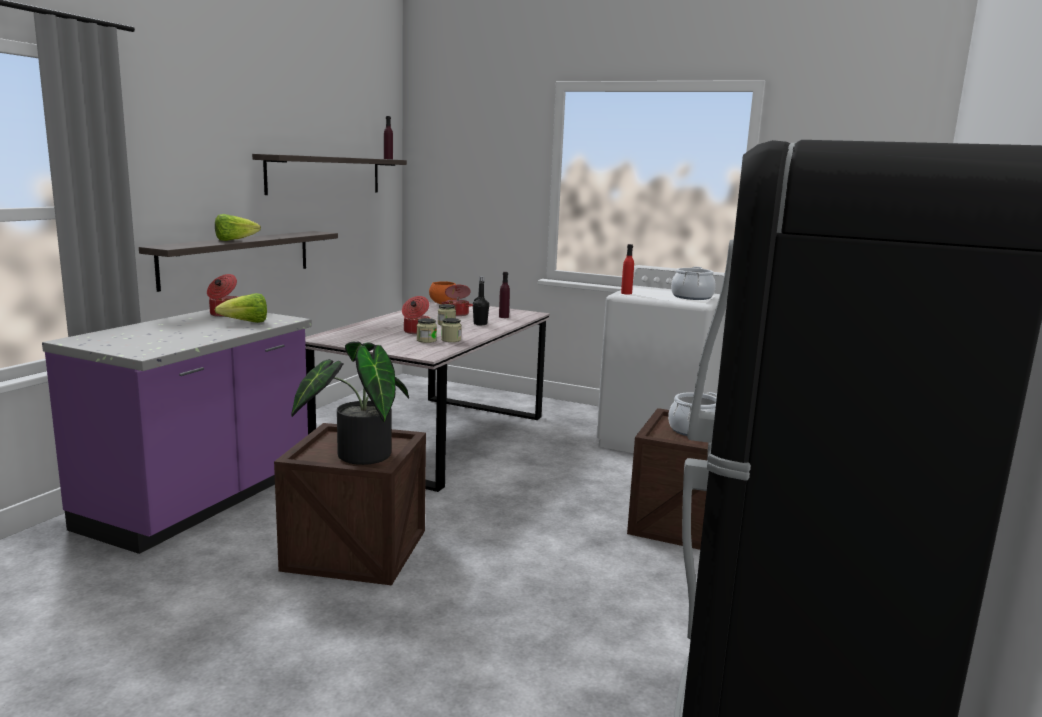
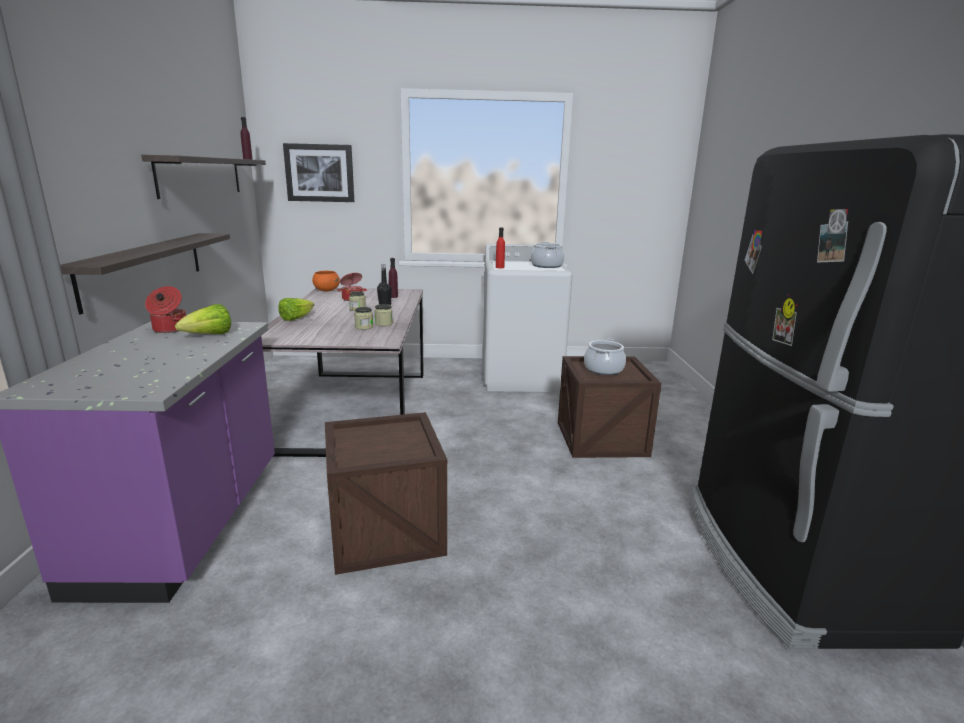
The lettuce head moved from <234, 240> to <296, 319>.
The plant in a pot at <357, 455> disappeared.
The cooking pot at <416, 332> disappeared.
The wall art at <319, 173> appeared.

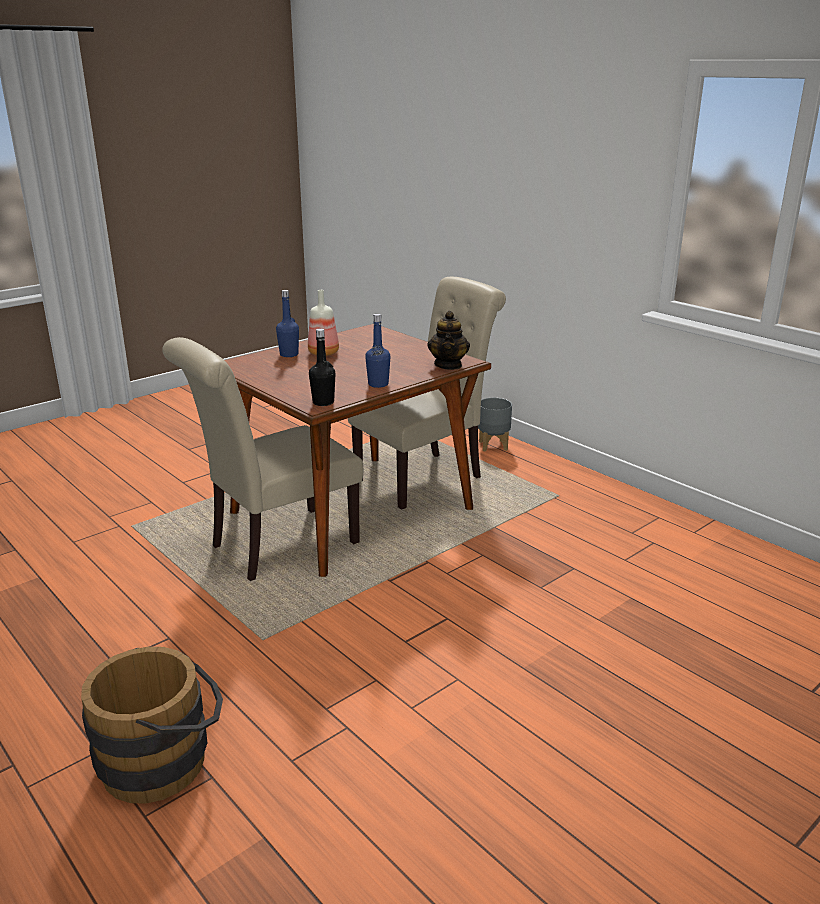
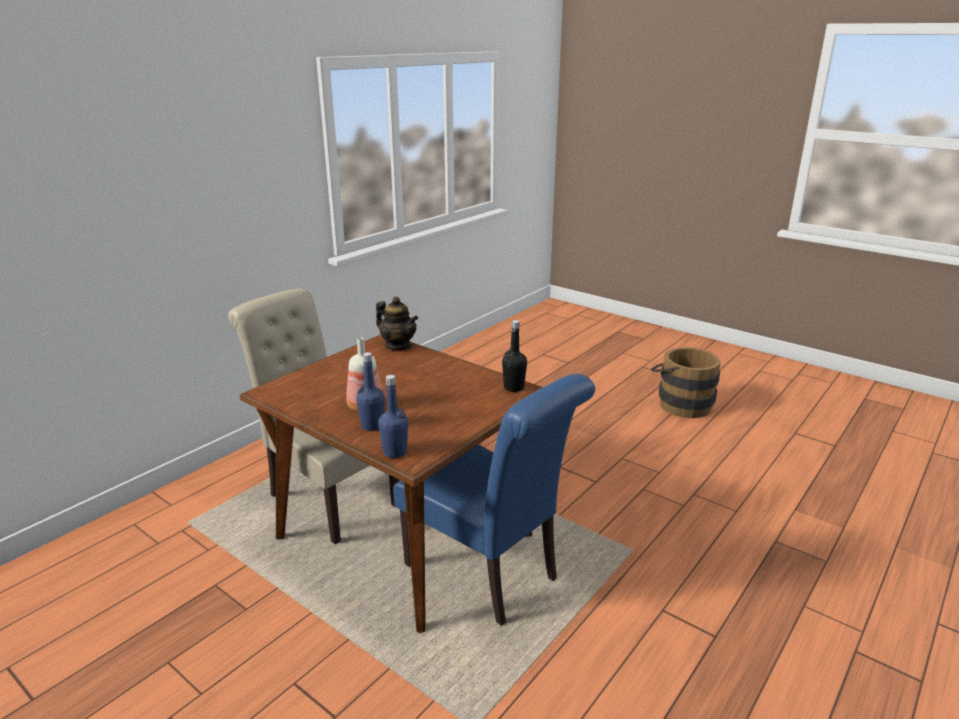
The brown-coloured bucket moved from <165, 759> to <680, 403>.
The sand-coloured plain chair at <276, 547> became the blue-coloured plain chair at <489, 576>.
The blue-coloured bottle moved from <378, 384> to <395, 452>.
The pot for tea at <448, 365> turned 45 degrees clockwise.
The grey plant pot at <493, 445> disappeared.

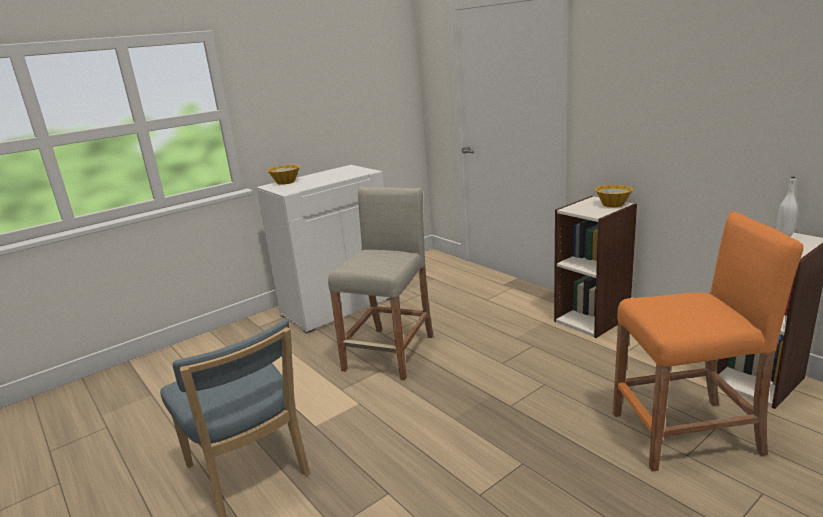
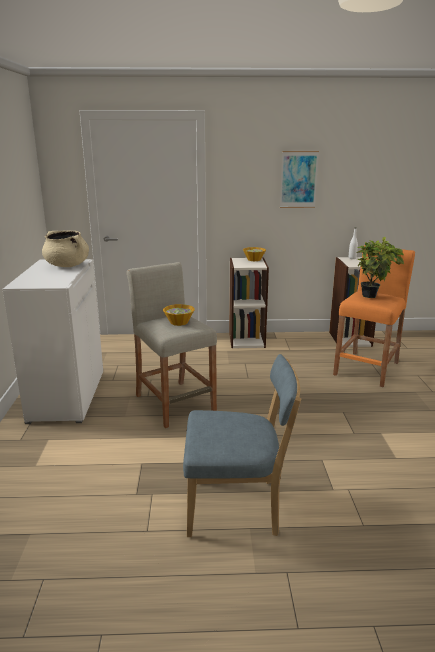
The bowl moved from <286, 182> to <179, 322>.
The sand-coloured cooking pot at <67, 266> appeared.
The wall art at <298, 179> appeared.
The plant in a pot at <373, 297> appeared.

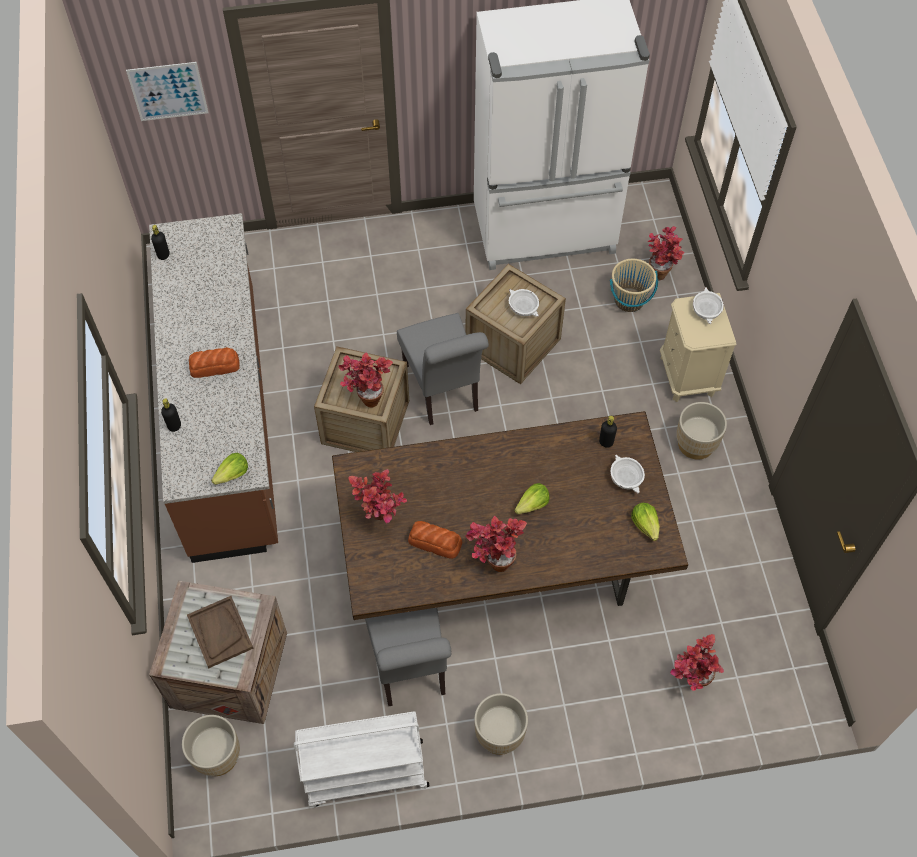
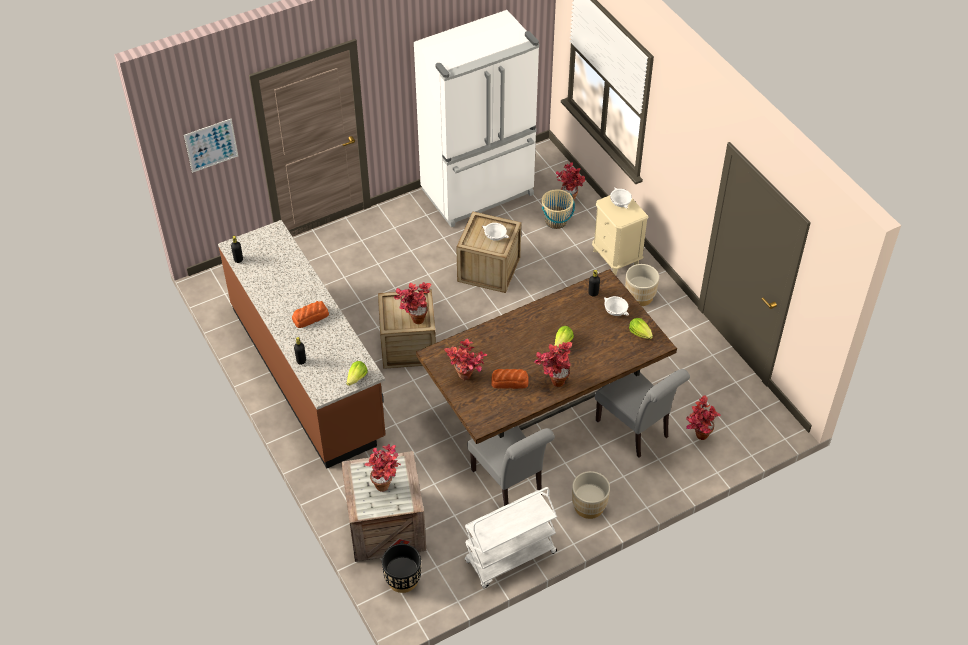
The sand-coloured plant pot at <217, 755> became the black-coloured plant pot at <402, 579>.
The brown-coloured carrying tray at <220, 632> was replaced by the plant in a pot at <386, 483>.
The grey plain chair moved from <443, 392> to <636, 431>.

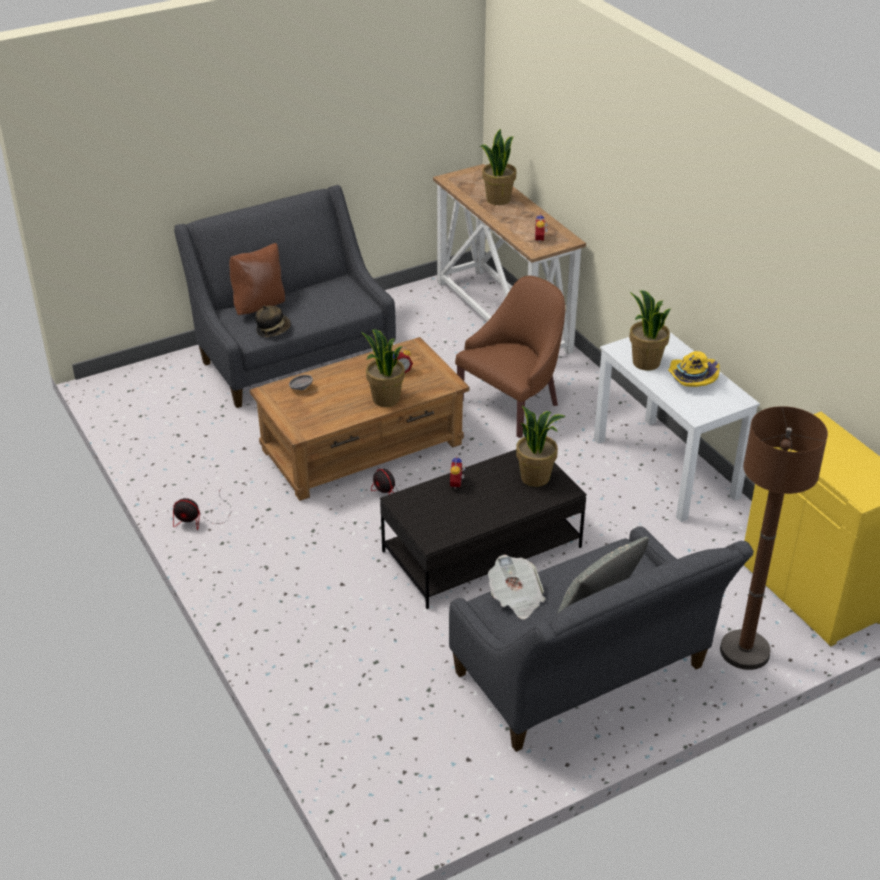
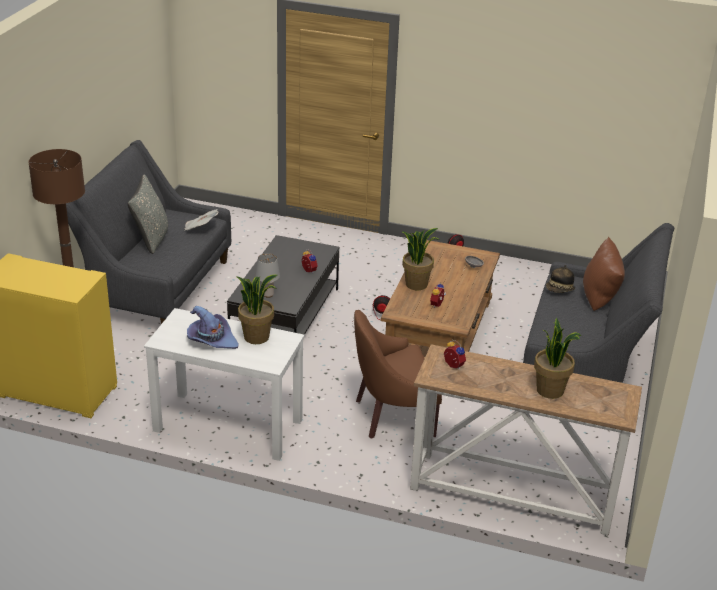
The brown-coloured armchair at <512, 404> turned 75 degrees clockwise.
The plant in a pot at <535, 477> was replaced by the grey table lamp at <268, 295>.
The yellow-coloured clothing hat at <690, 379> became the purplish clothing hat at <211, 340>.

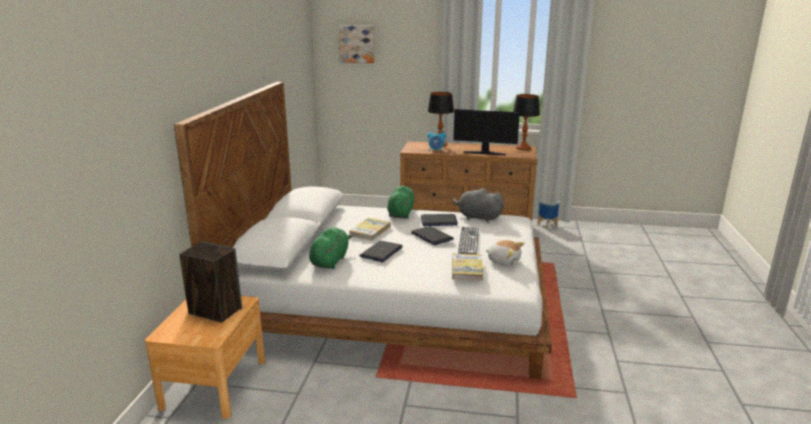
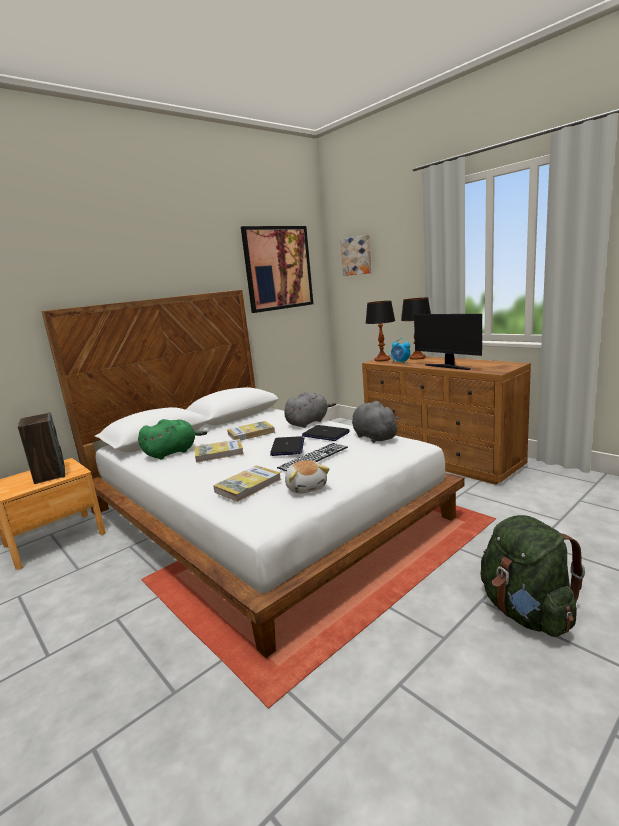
The laptop at <381, 252> was replaced by the book at <219, 453>.
The greenish cuddly toy at <401, 213> became the grey cuddly toy at <308, 422>.
The table lamp moved from <523, 148> to <382, 360>.
The plant pot at <547, 225> disappeared.
The wall art at <278, 268> appeared.
The greenish rucksack at <526, 612> appeared.

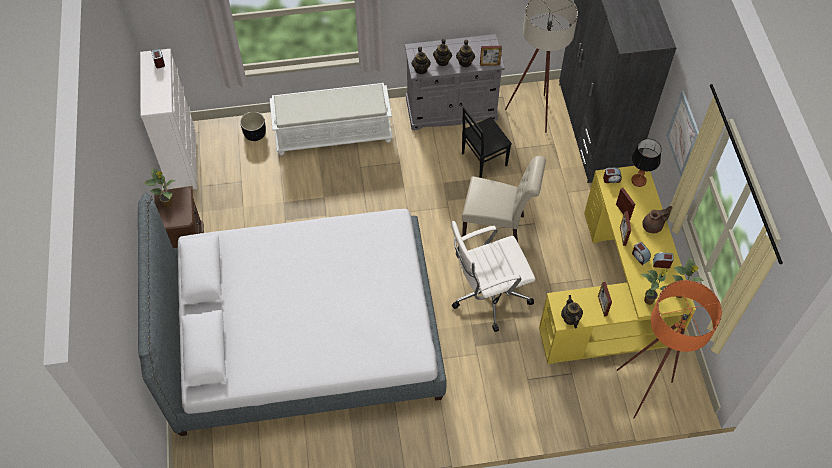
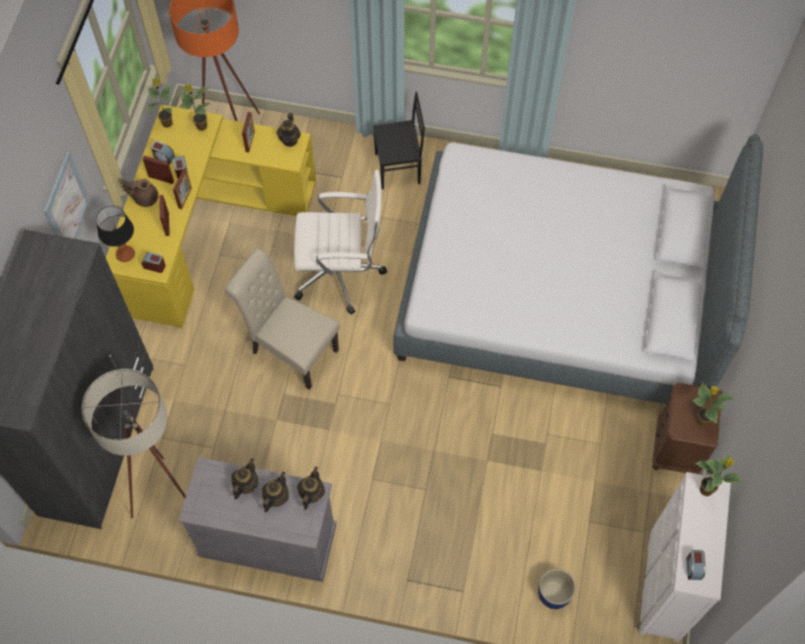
The black-coloured plant pot at <255, 134> became the blue-coloured plant pot at <553, 593>.
The whitish indoor bench at <334, 134> disappeared.
The black-coloured plain chair moved from <483, 159> to <398, 169>.
The standing frame moved from <490, 64> to <161, 179>.
The plant in a pot at <707, 489> appeared.

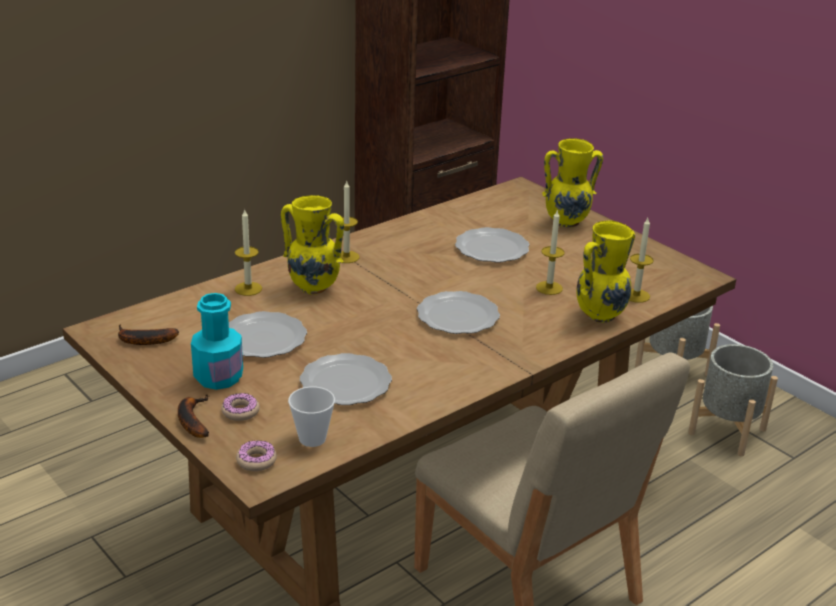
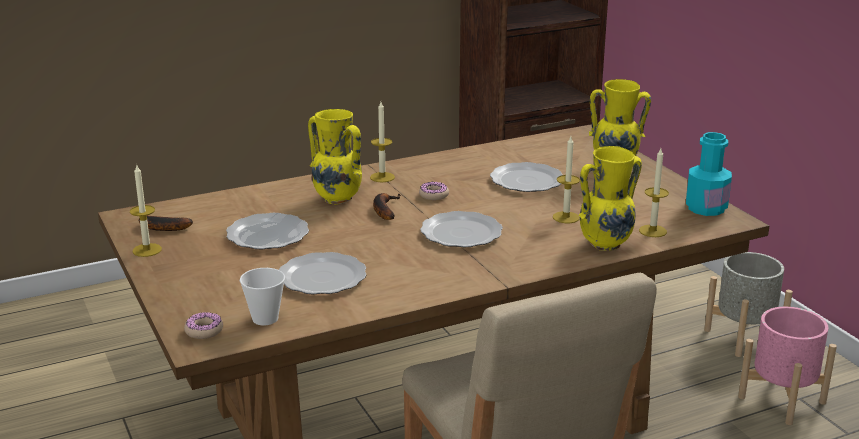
The whole banana moved from <192, 420> to <384, 209>.
The turquoise bottle moved from <218, 377> to <706, 208>.
The donut moved from <240, 411> to <434, 195>.
The candle moved from <248, 289> to <147, 250>.
The grey plant pot at <726, 431> became the pinkish plant pot at <781, 399>.

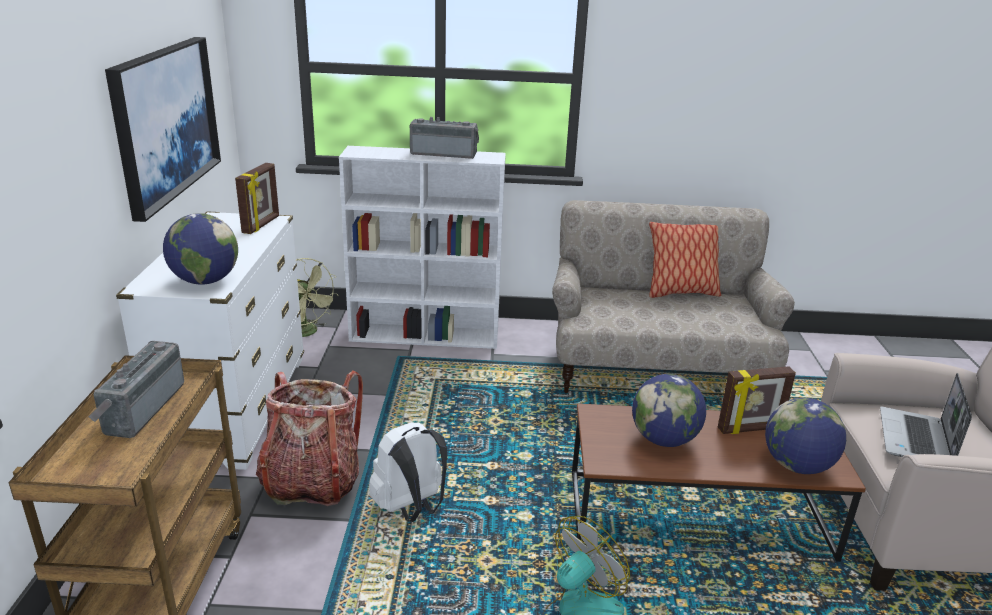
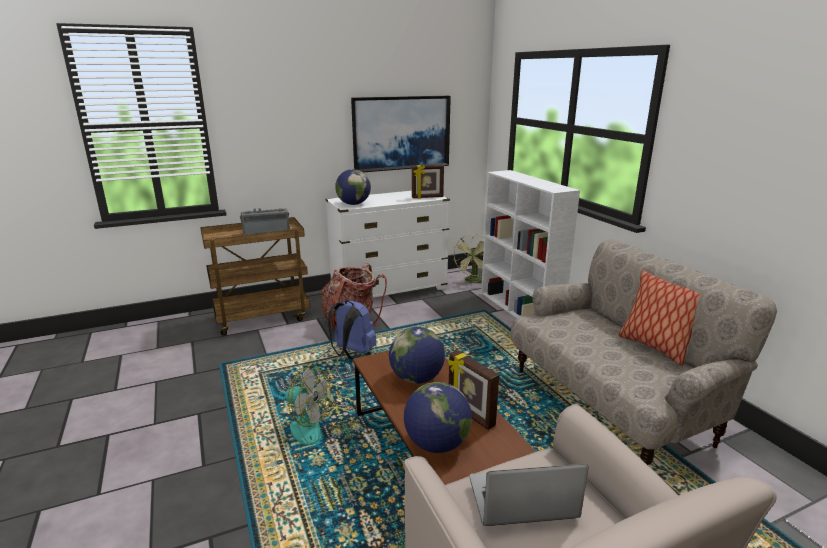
The whitish rucksack at <411, 508> became the blue-coloured rucksack at <352, 353>.
The radio set at <444, 153> disappeared.

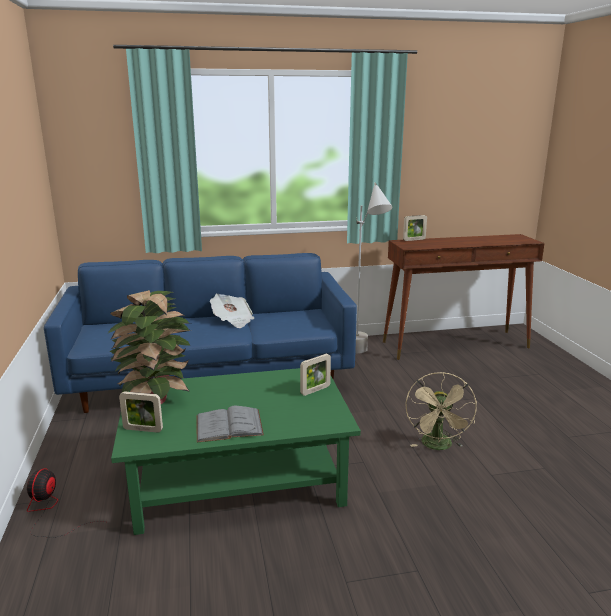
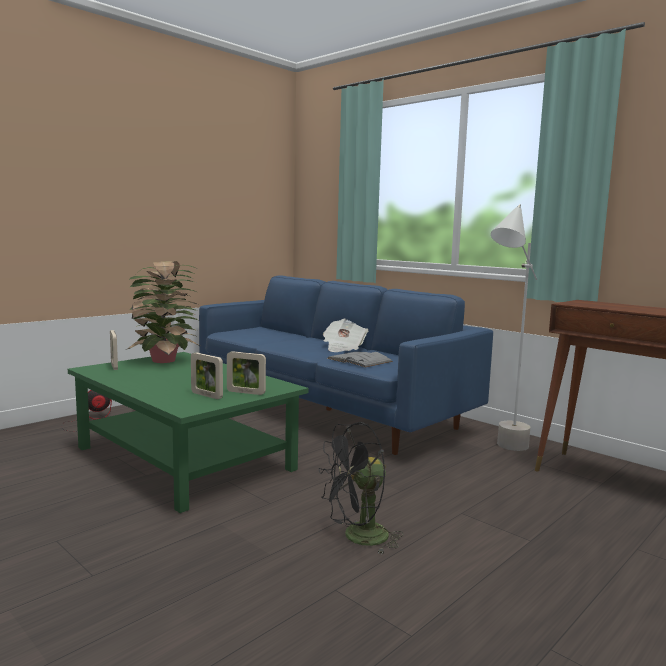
The grey book moved from <229, 425> to <359, 360>.
The standing frame moved from <414, 240> to <206, 395>.
The sand-coloured cooling fan at <438, 446> became the black-coloured cooling fan at <358, 538>.

